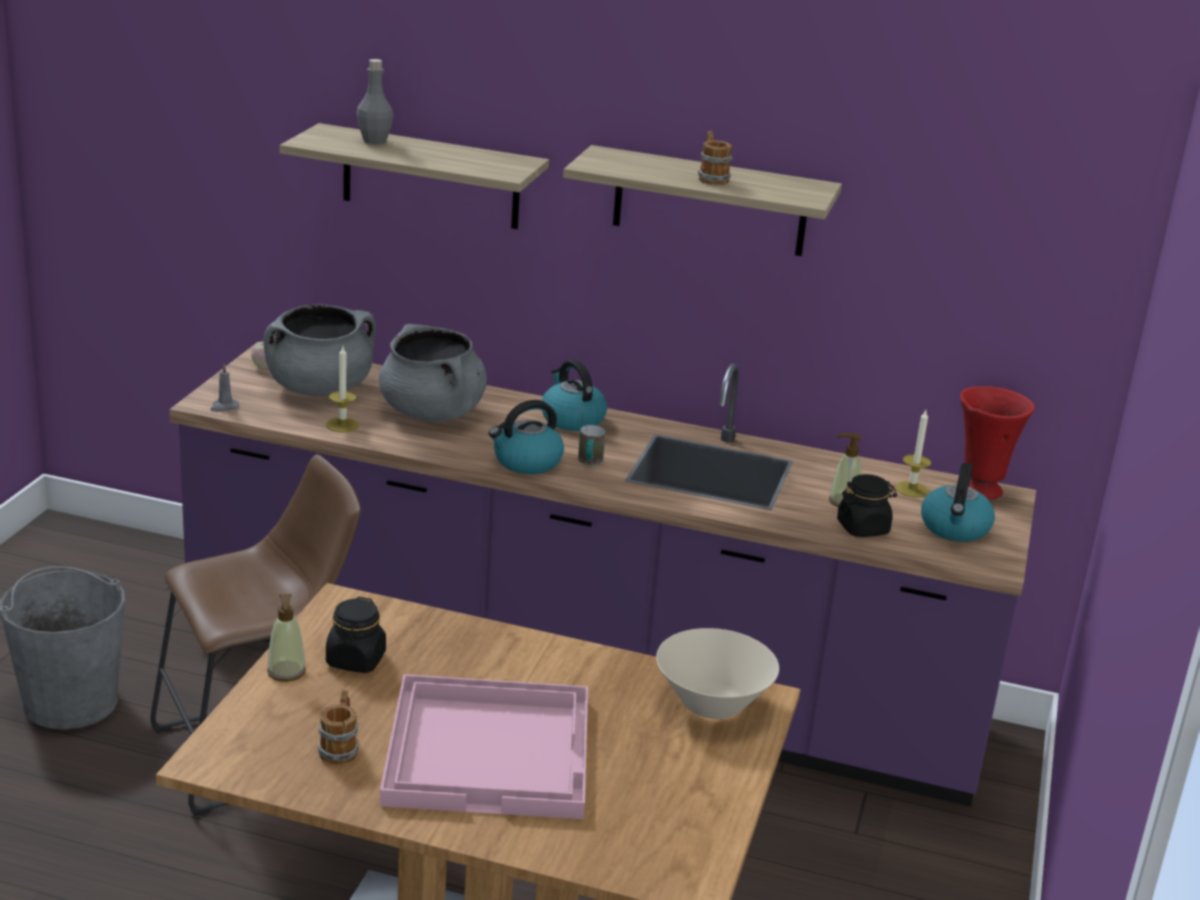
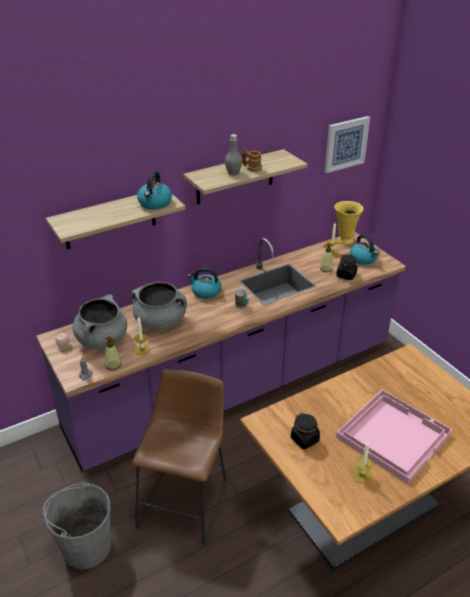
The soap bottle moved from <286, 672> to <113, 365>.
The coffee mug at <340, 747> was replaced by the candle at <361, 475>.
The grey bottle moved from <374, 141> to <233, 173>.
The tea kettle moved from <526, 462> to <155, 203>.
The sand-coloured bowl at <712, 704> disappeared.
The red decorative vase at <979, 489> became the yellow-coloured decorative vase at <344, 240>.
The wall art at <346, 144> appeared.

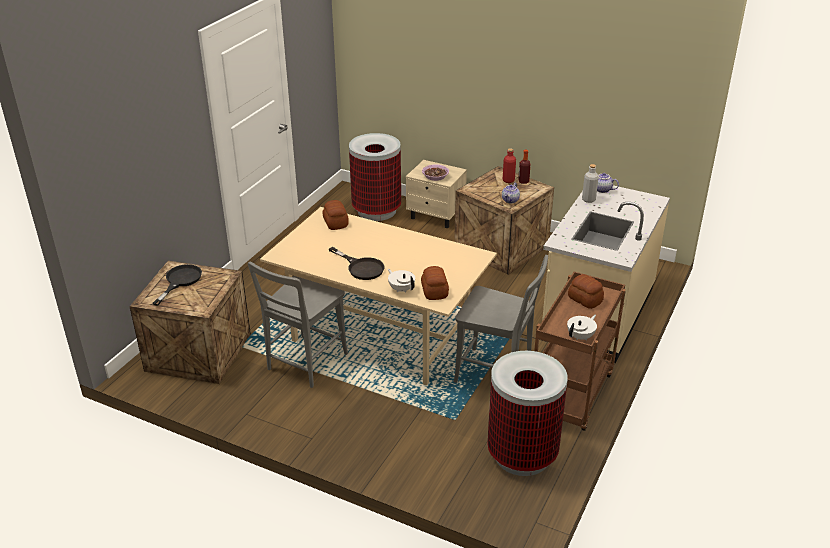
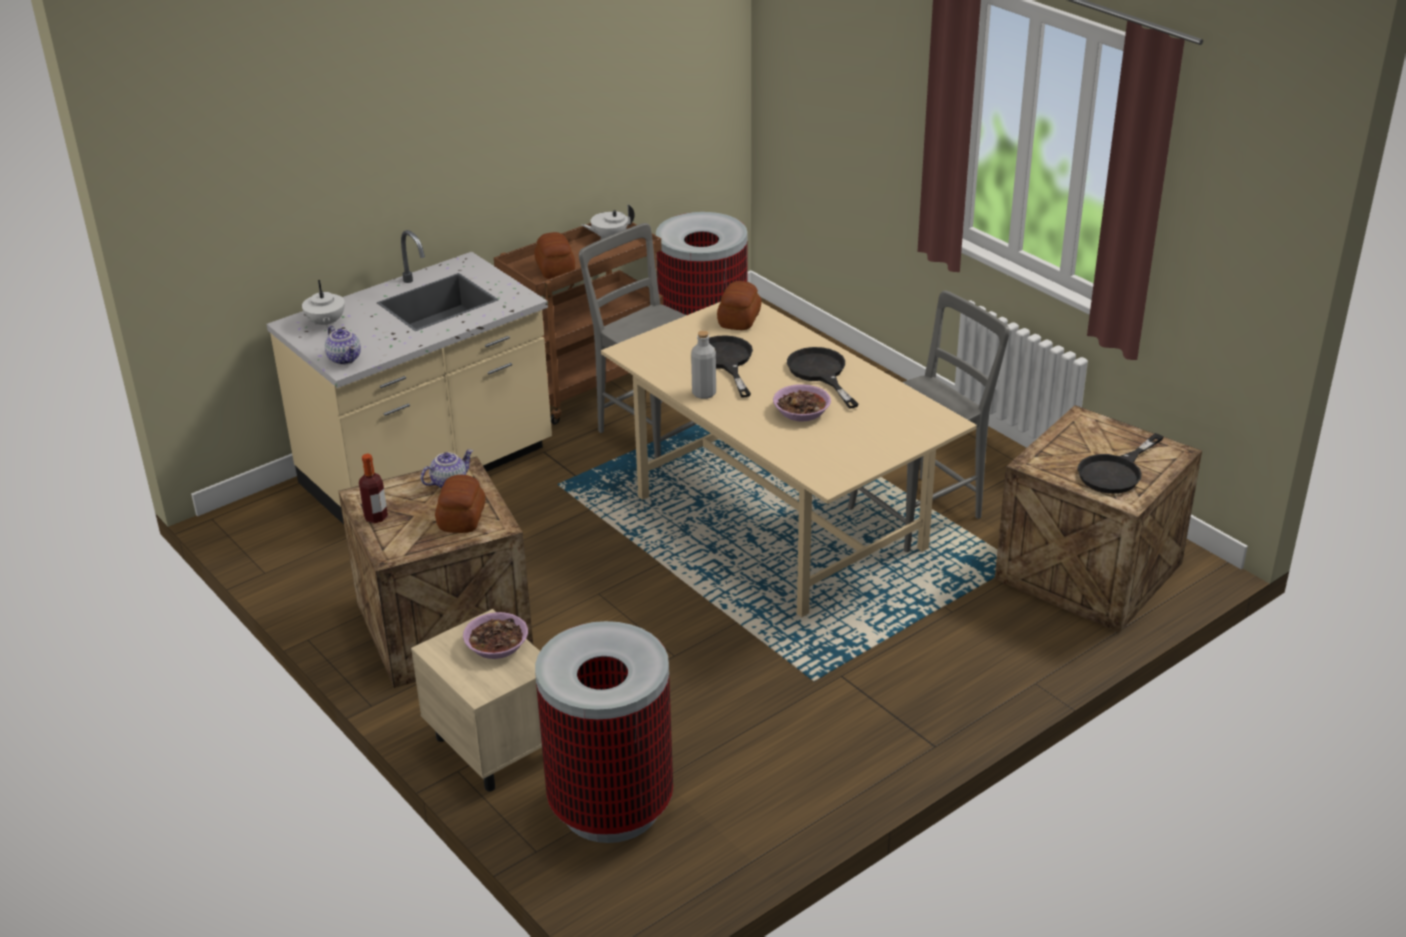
The bakery bread moved from <335, 223> to <462, 518>.
The whitish pot for tea moved from <401, 289> to <325, 323>.
The red bottle at <508, 180> disappeared.
The grey bottle moved from <588, 199> to <704, 393>.
The black-coloured skillet at <726, 361> appeared.
The bowl at <801, 411> appeared.

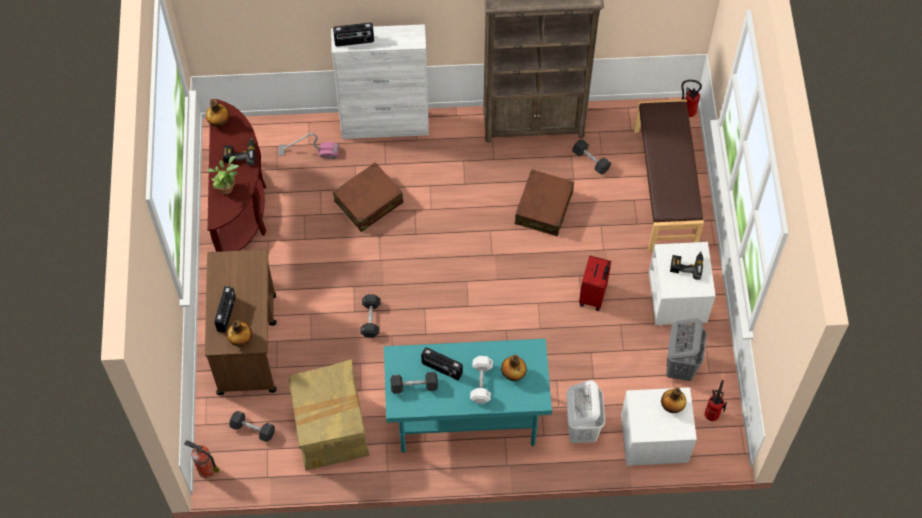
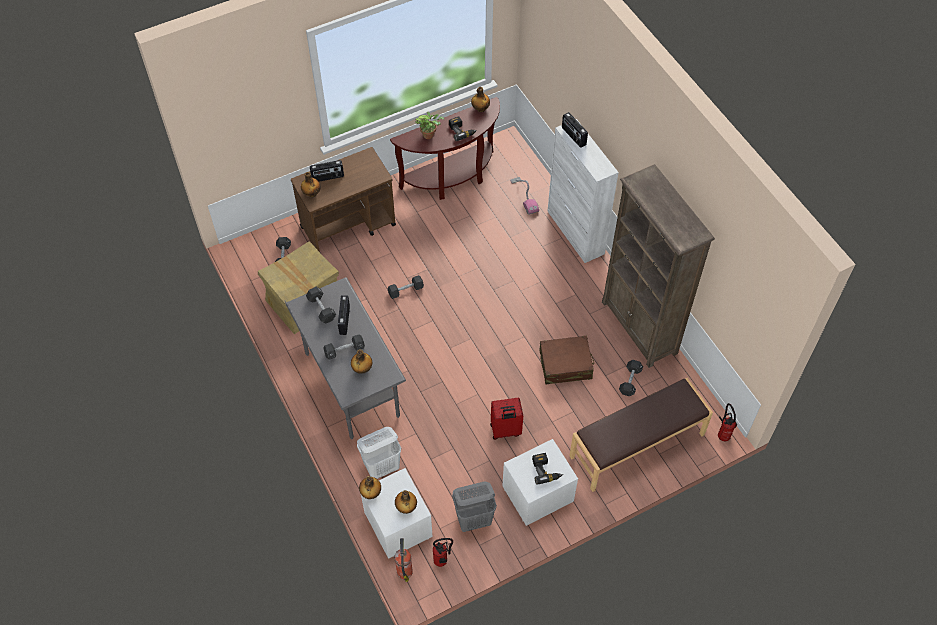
The extinguisher moved from <205, 469> to <404, 570>.
The brown-coloured suitcase at <369, 202> disappeared.
The turquoise desk table at <466, 421> became the grey desk table at <351, 385>.
The whitish hand weight at <481, 383> became the black-coloured hand weight at <344, 350>.
The bottle at <370, 493> appeared.

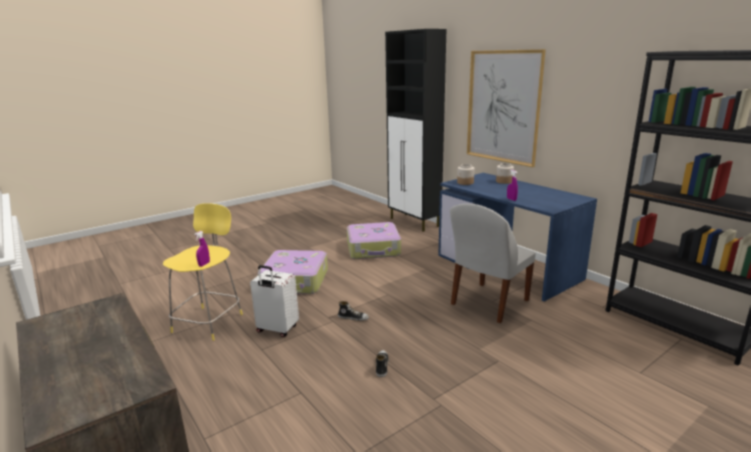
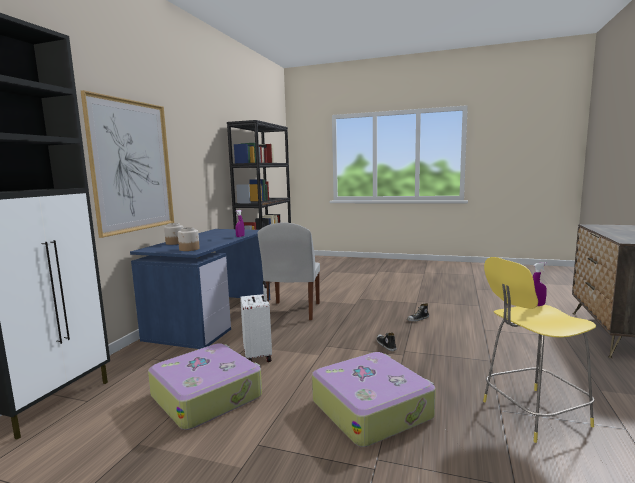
The whitish suitcase moved from <277, 329> to <258, 356>.
The whitish plain chair at <488, 303> turned 90 degrees clockwise.

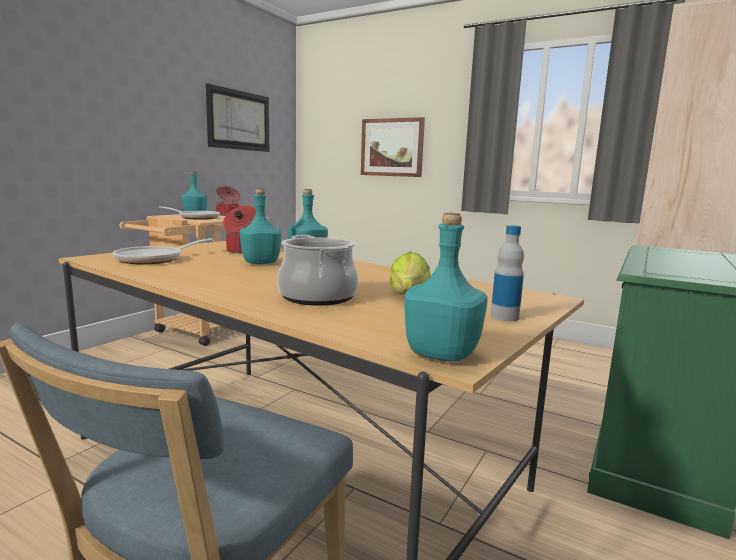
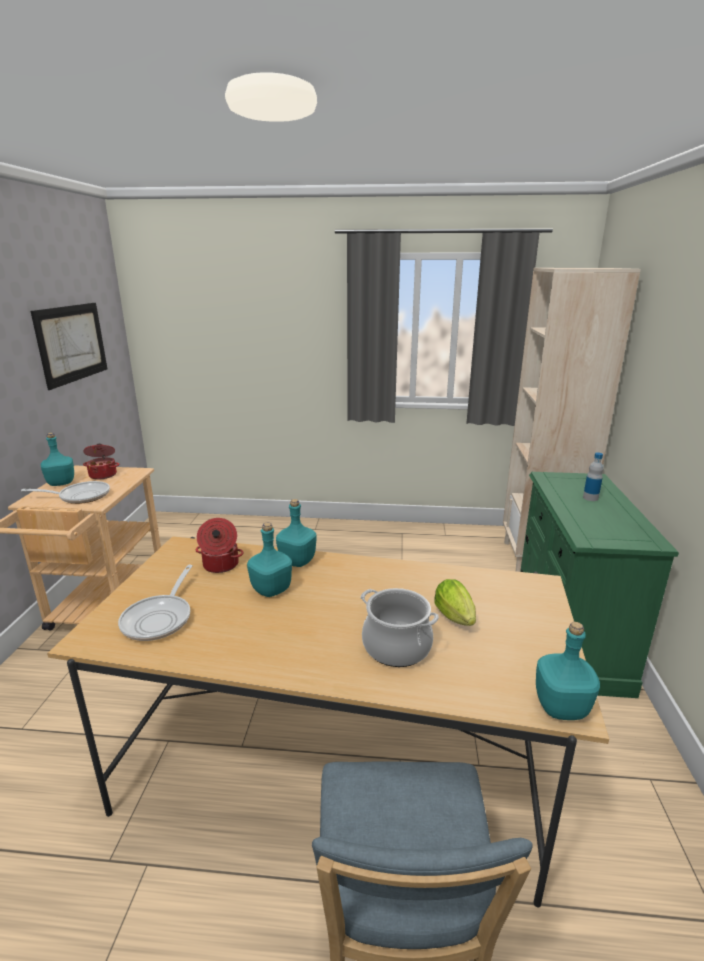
The wall art at <392, 147> disappeared.
The bottle moved from <504, 317> to <590, 498>.

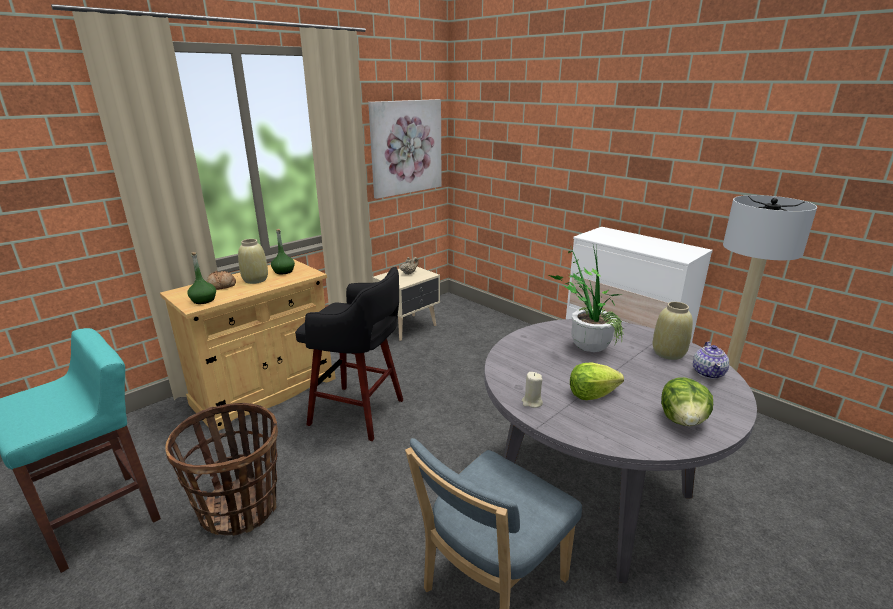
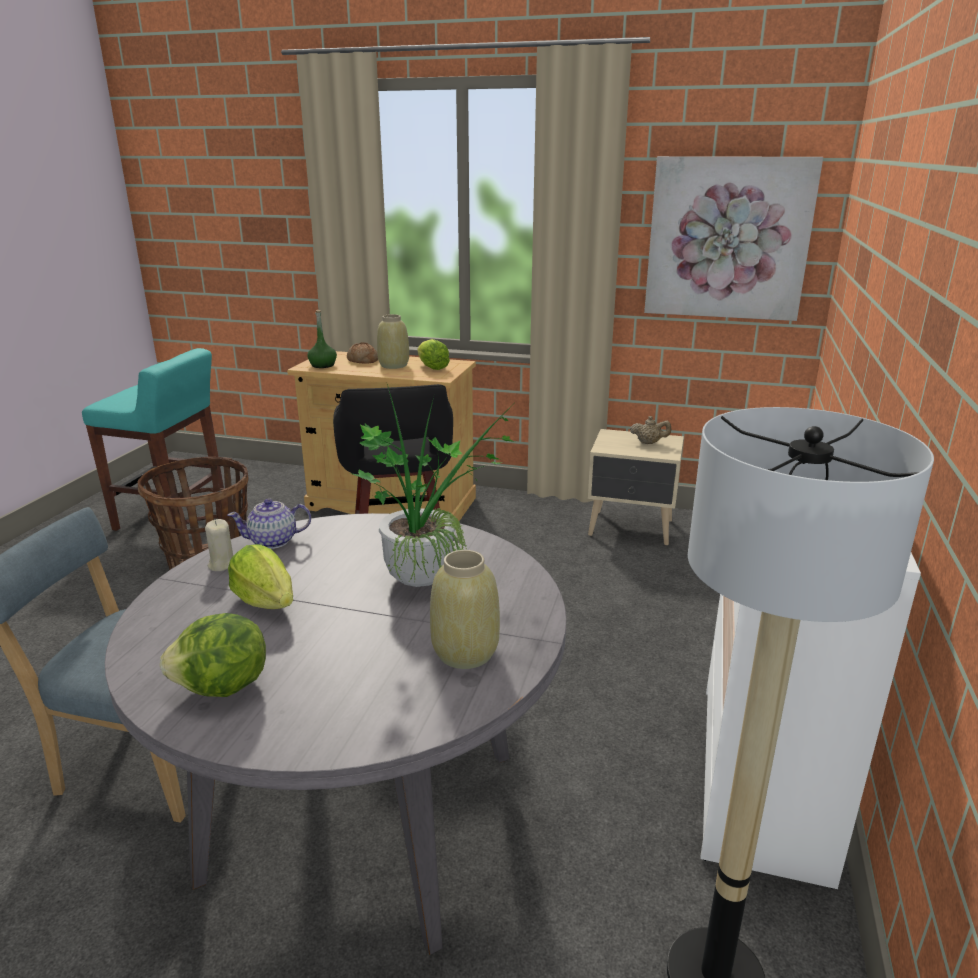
The greenish bottle at <284, 271> was replaced by the lettuce head at <431, 367>.
The pot for tea moved from <708, 373> to <273, 541>.

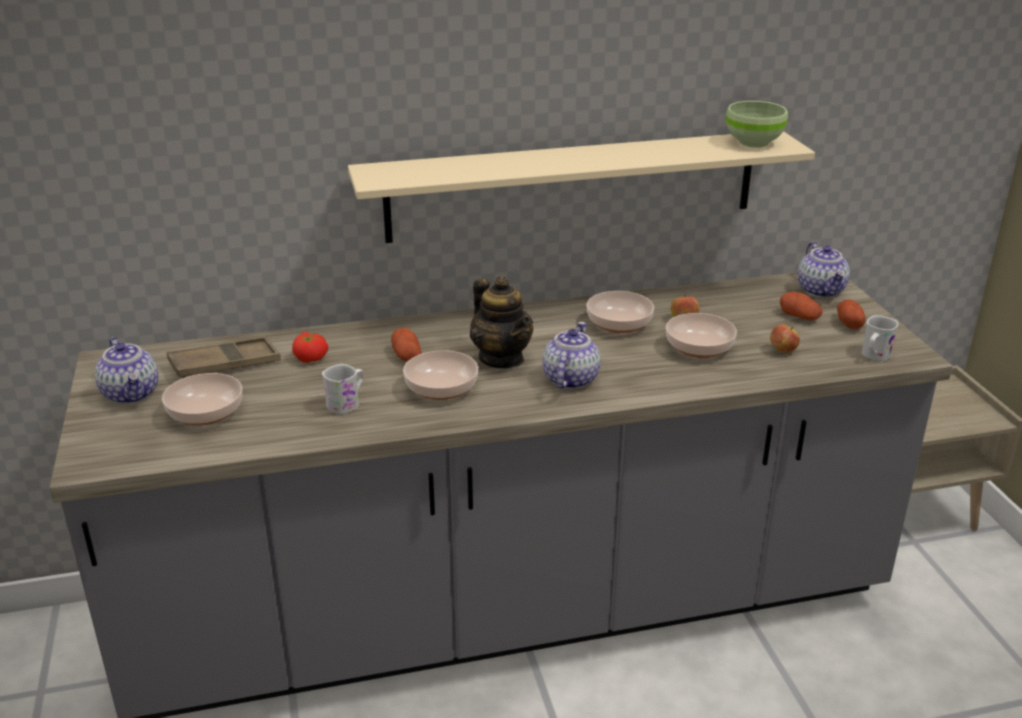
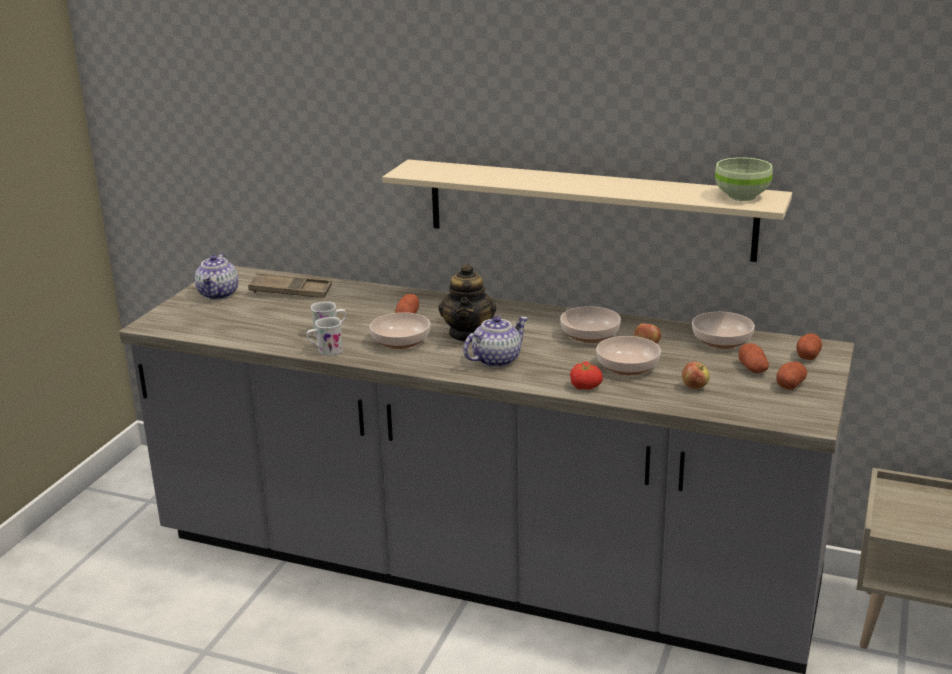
The bowl moved from <204, 413> to <721, 340>.
The whole tomato moved from <311, 357> to <586, 386>.
The pot for tea at <821, 290> was replaced by the spud at <808, 355>.
The whitish coffee mug moved from <874, 356> to <325, 351>.

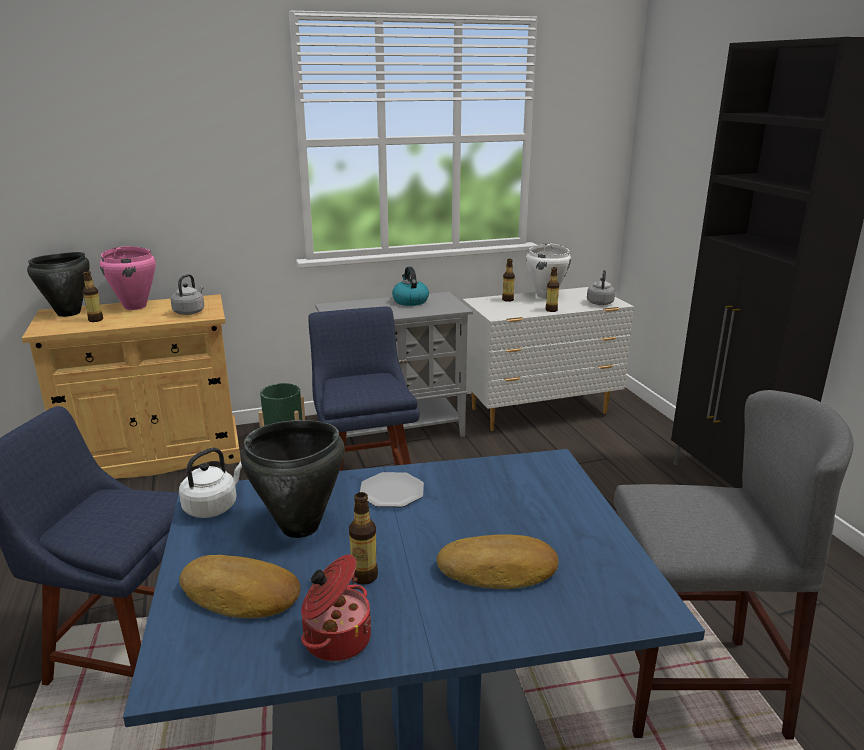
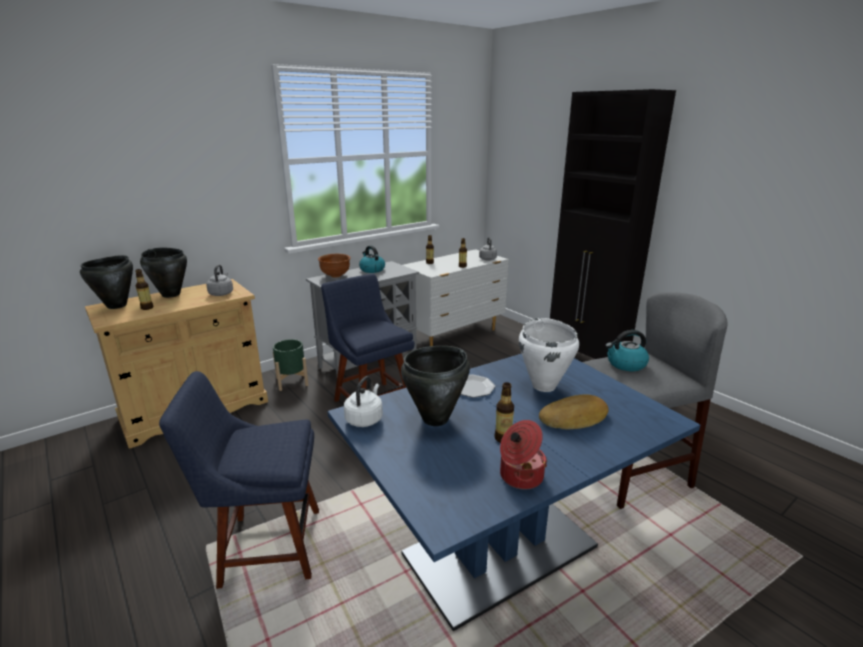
The pinkish cooking pot at <135, 306> became the black-coloured cooking pot at <171, 294>.
The bakery bread at <239, 595> disappeared.
The whitish cooking pot moved from <546, 296> to <544, 386>.
The brown-coloured bowl at <335, 276> appeared.
The tea kettle at <625, 364> appeared.

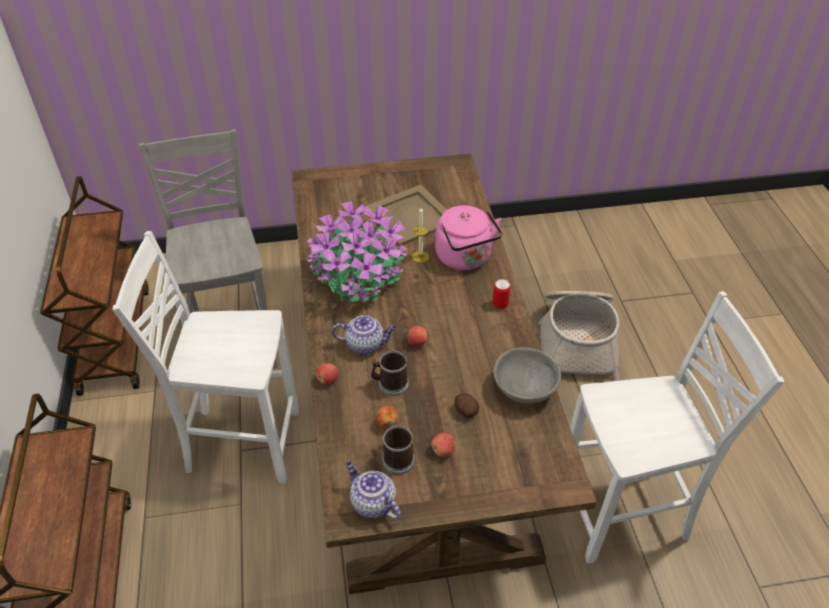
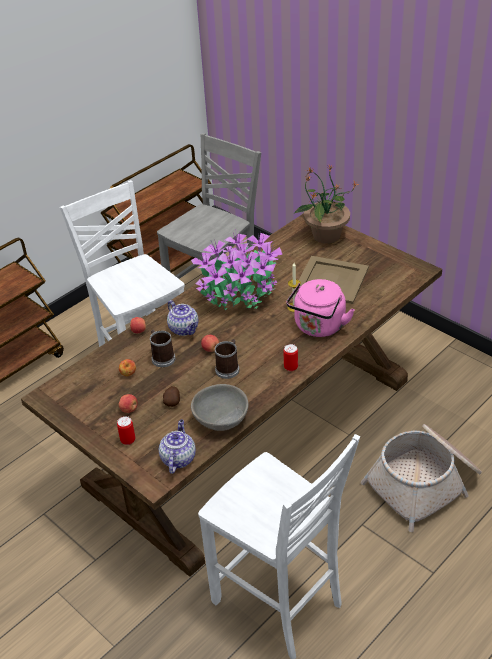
The pot for tea moved from <372, 503> to <178, 458>.
The coffee mug moved from <397, 457> to <228, 368>.
The metal can at <128, 440> appeared.
The plant in a pot at <325, 236> appeared.

